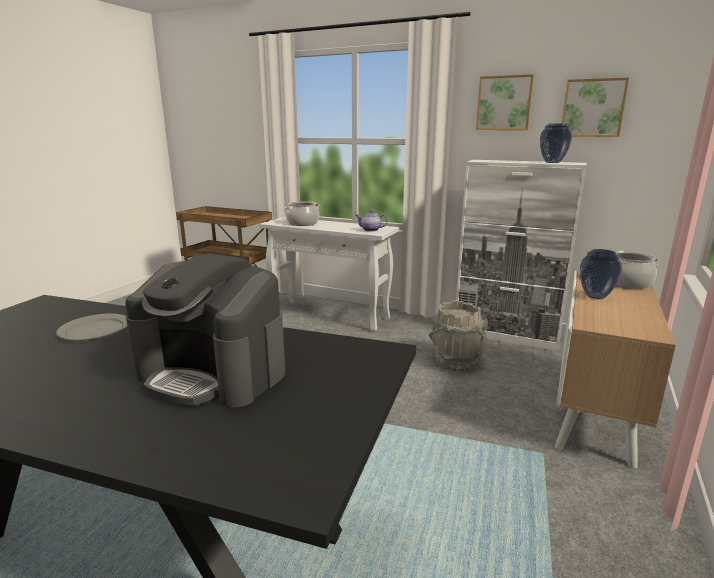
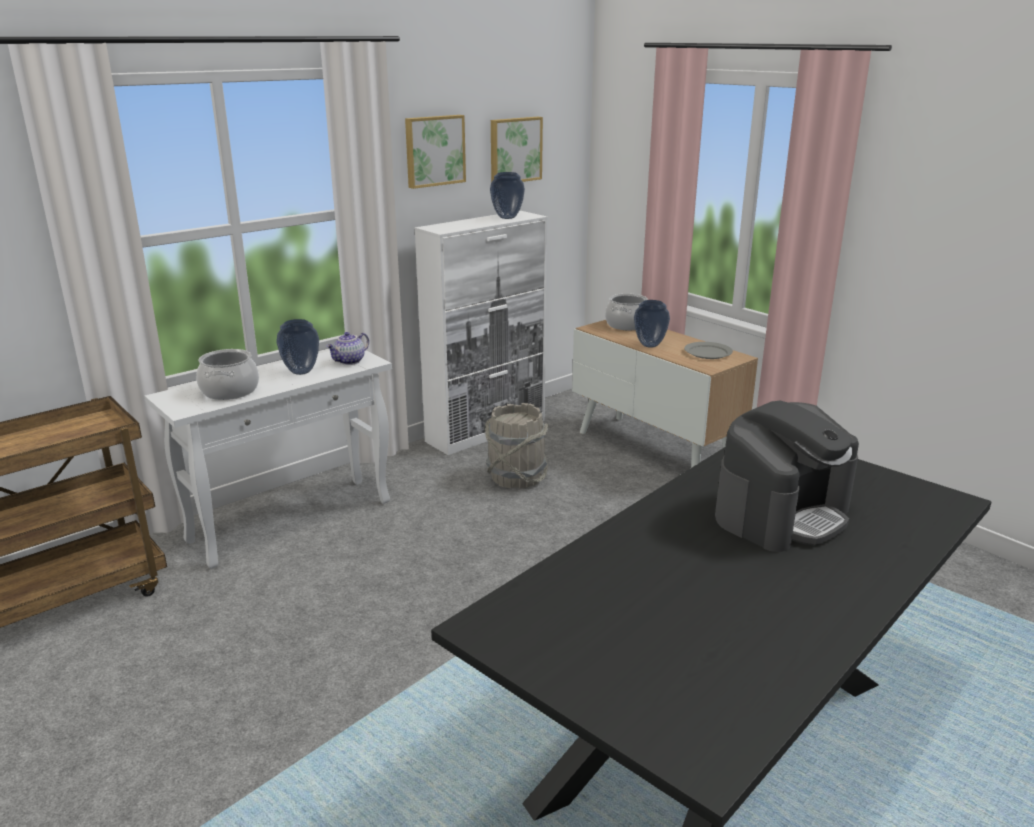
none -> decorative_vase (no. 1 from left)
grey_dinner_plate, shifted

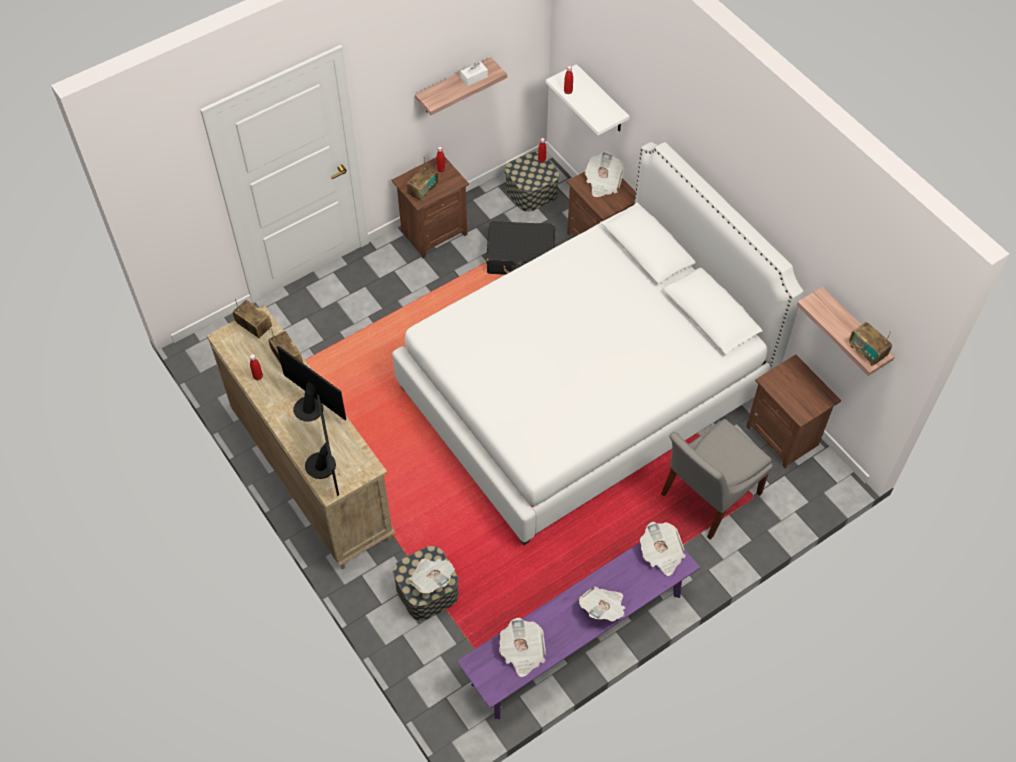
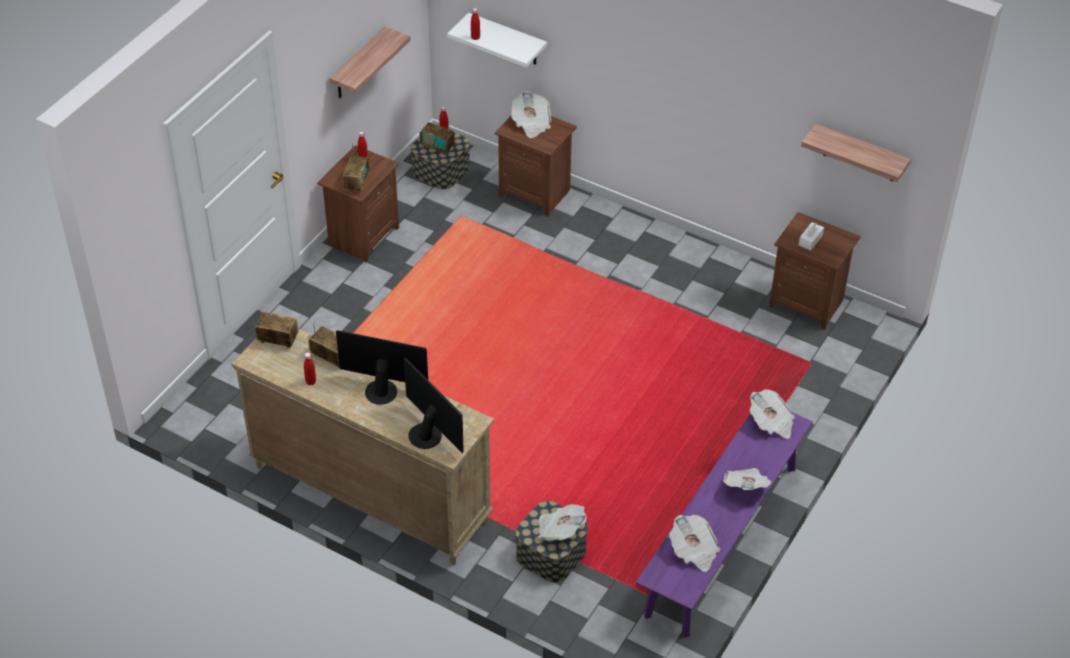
radio (no. 4 from left), shifted
whitish_box_of_tissues, shifted
whitish_bedroom_bed -> none
black_piece_of_luggage -> none
grey_upright_chair -> none

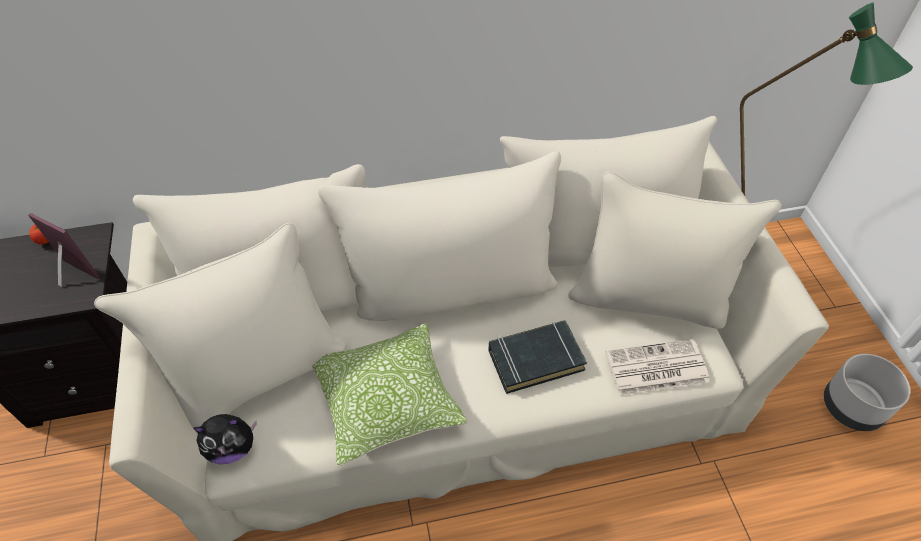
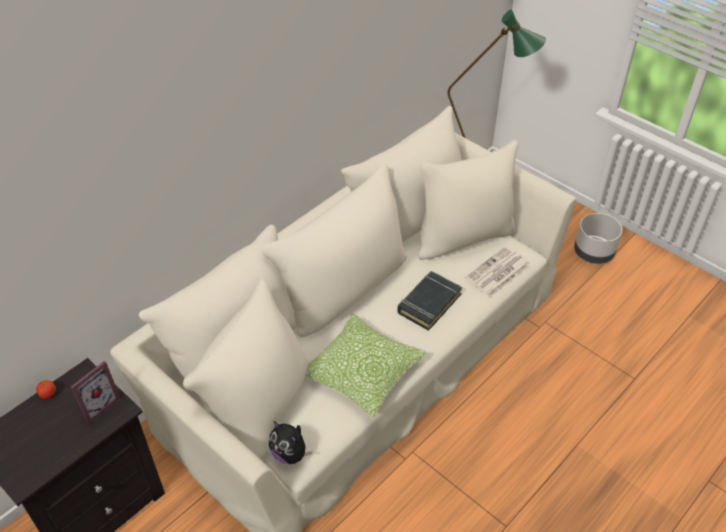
photo_frame, 135 degrees clockwise
plush_toy, 90 degrees clockwise

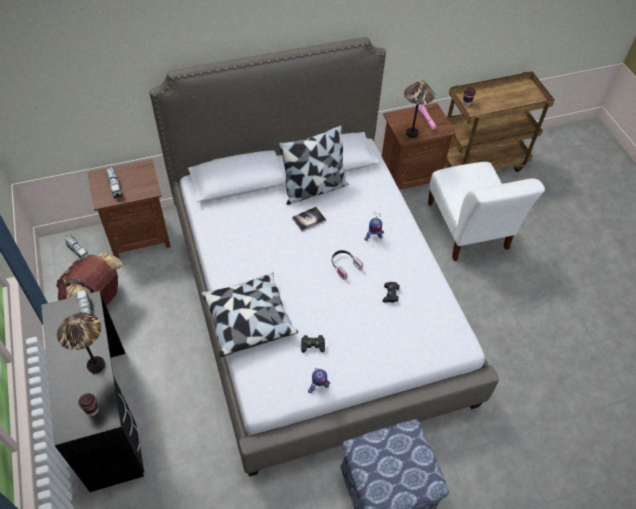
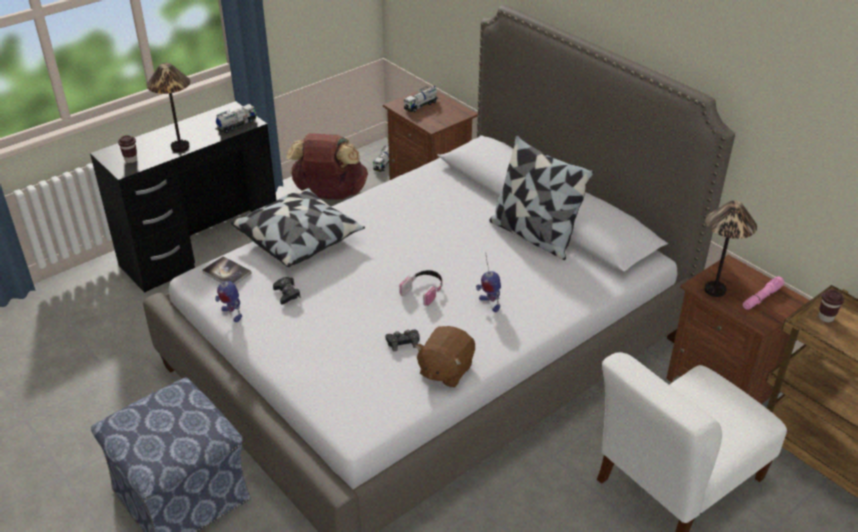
volume, shifted
none -> brownish_plush_toy

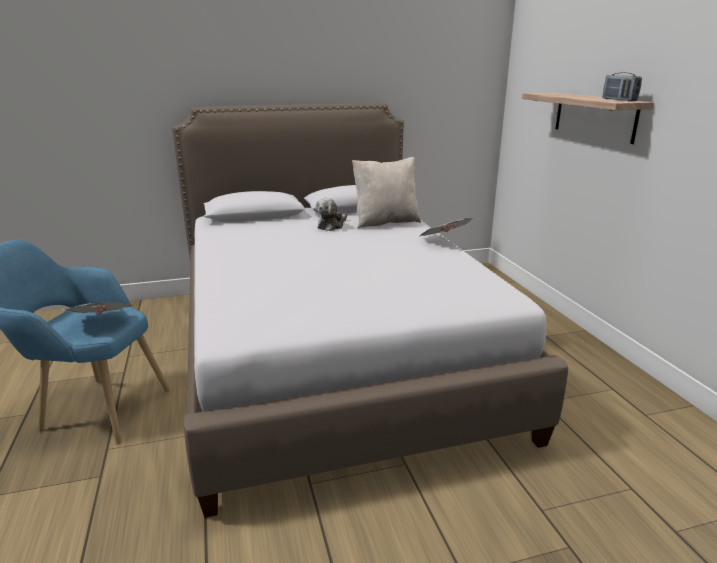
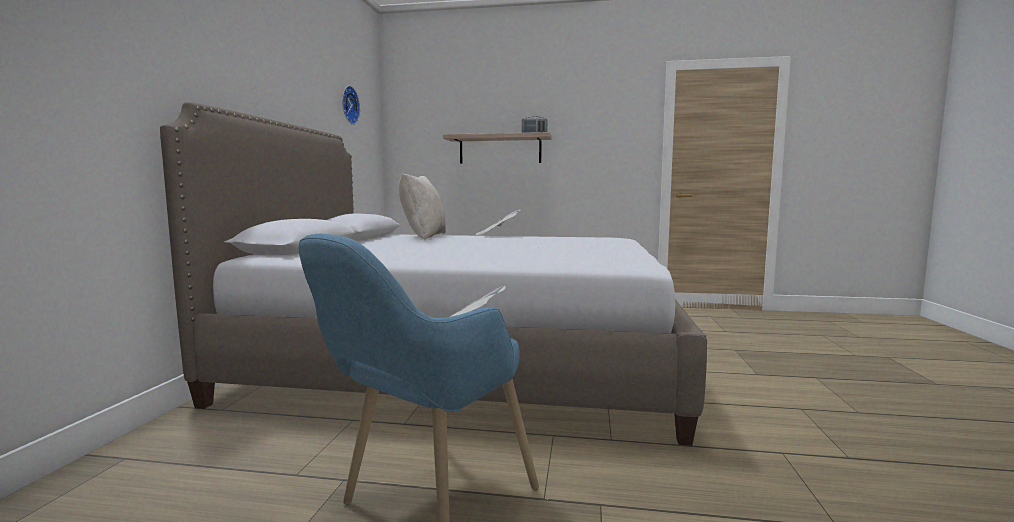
none -> clock_on_the_wall
plush_toy -> none

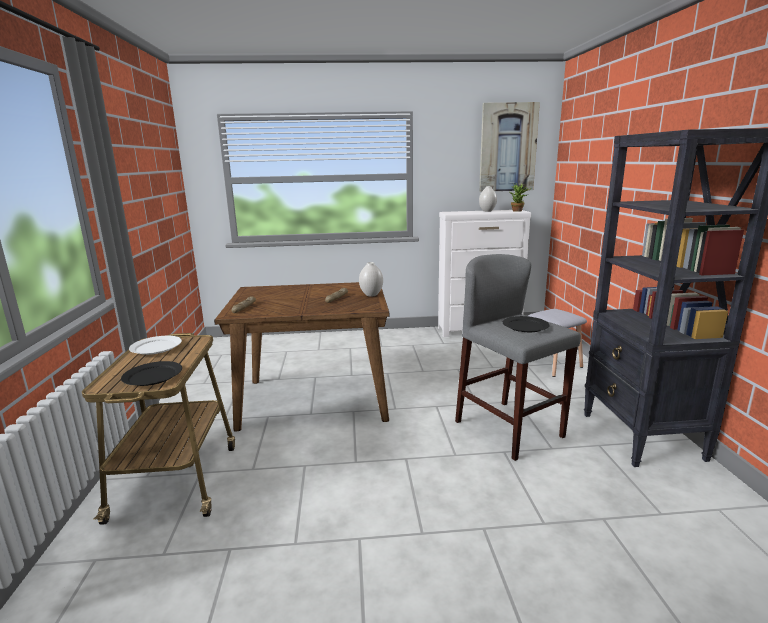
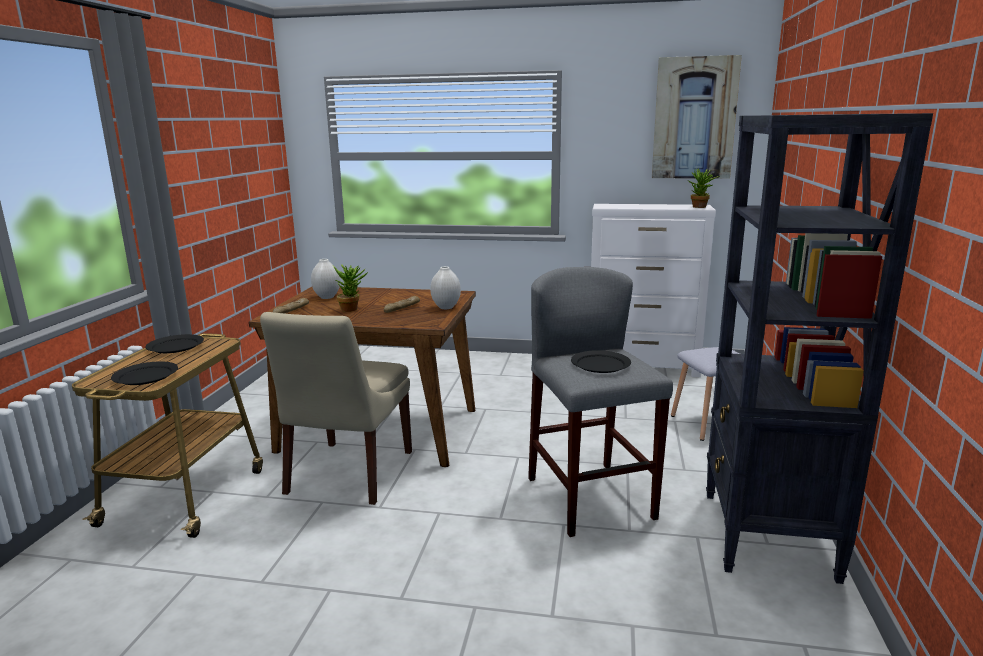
whitish_dinner_plate -> black_dinner_plate (no. 2 from left)
none -> beige-coloured_upright_chair
whitish_decorative_vase (no. 2 from left in the first image) -> whitish_decorative_vase (no. 1 from left), shifted
none -> houseplant (no. 1 from left)

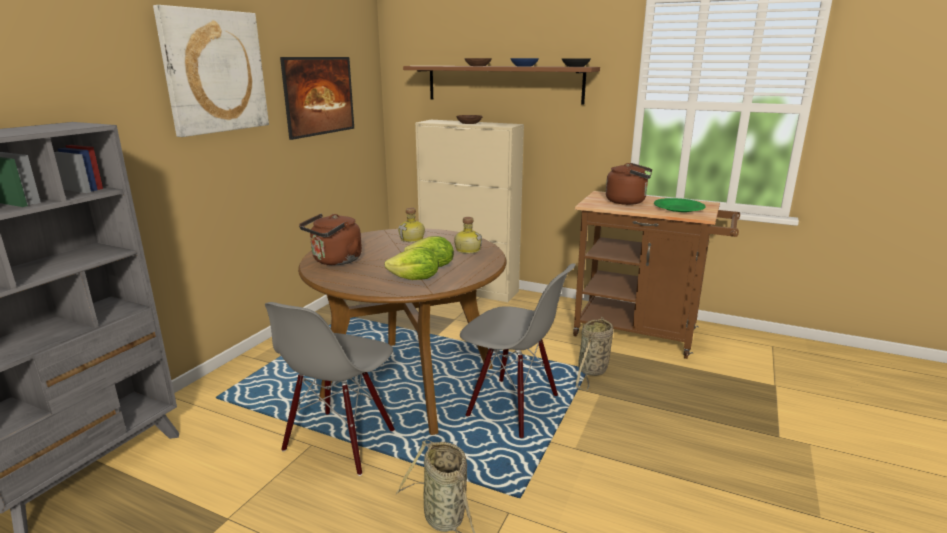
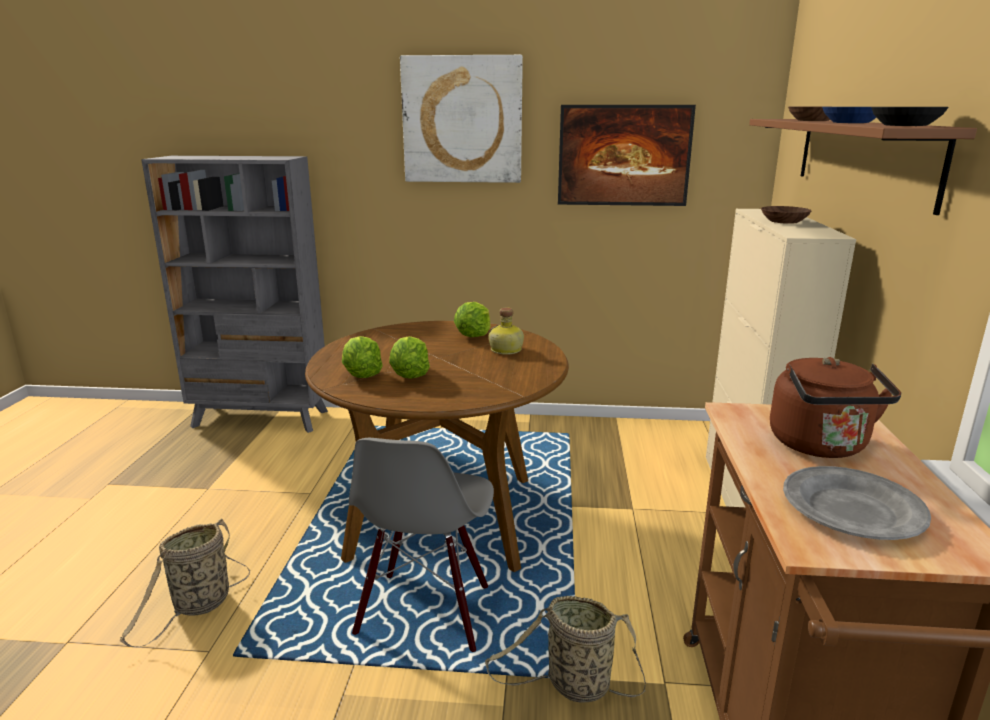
none -> lettuce_head (no. 3 from left)
green_dinner_plate -> grey_dinner_plate
grey_upright_chair (no. 1 from left) -> none
brownish_water_kettle (no. 1 from left) -> none
beverage_bottle (no. 2 from left) -> none

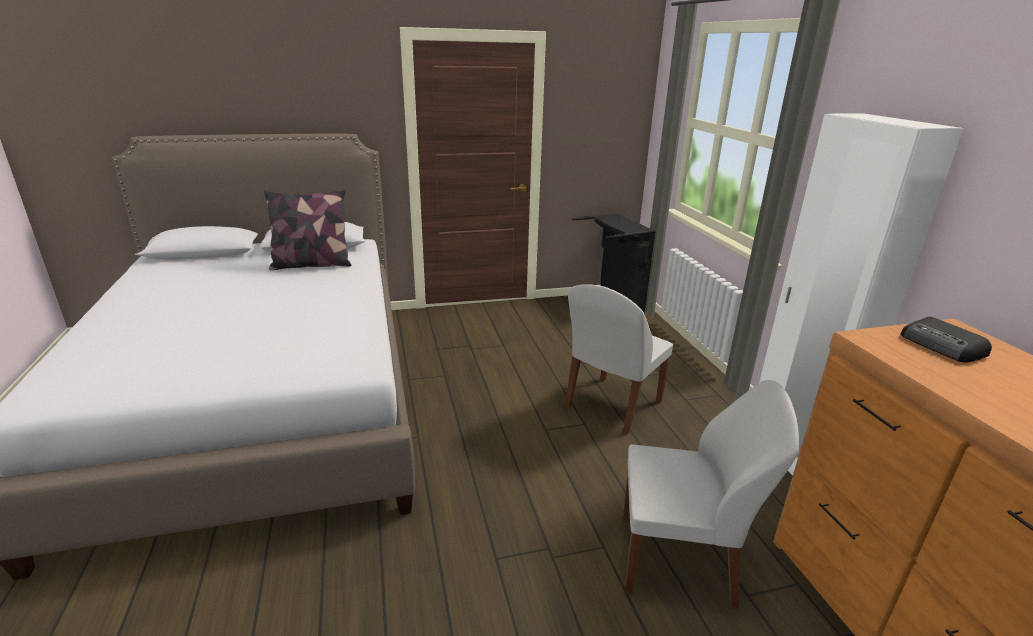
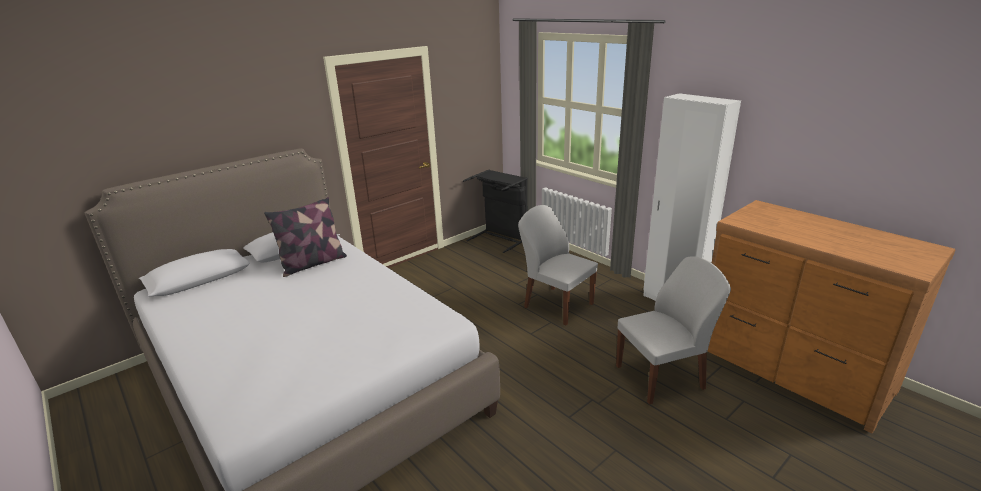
whitish_upright_chair (no. 1 from left), 120 degrees clockwise
radio -> none

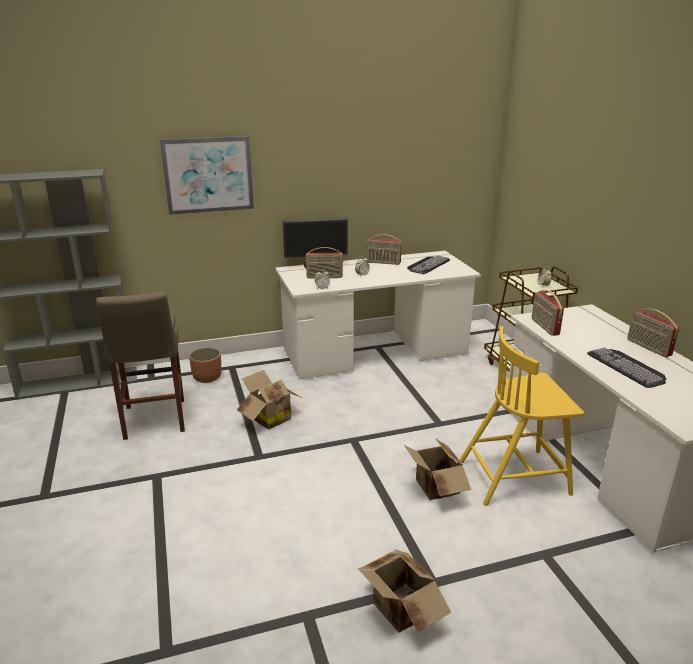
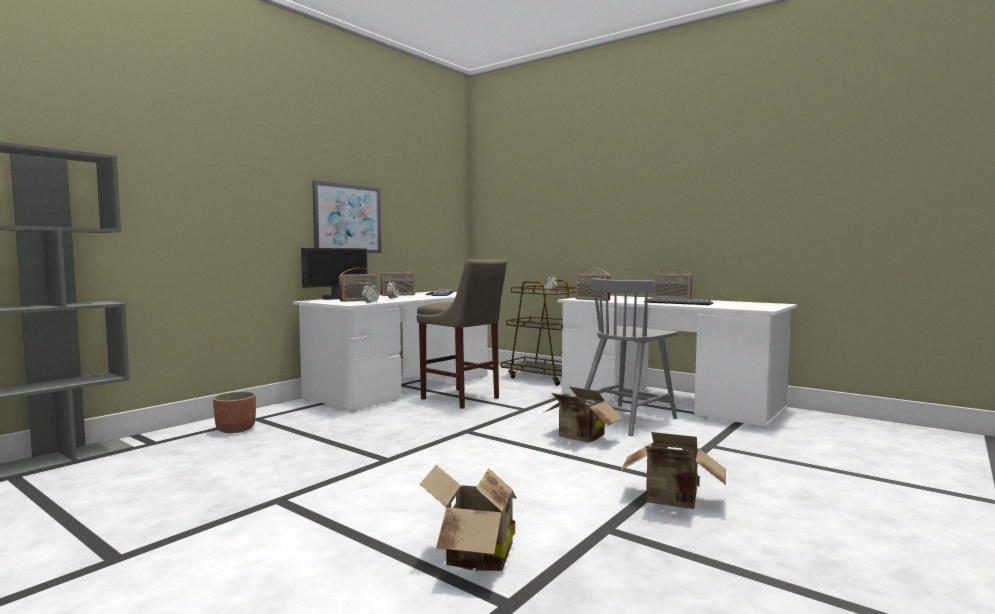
wall_art, shifted
beige-coloured_stool, shifted
cardboard_box (no. 1 from left), shifted
yellow-coloured_upright_chair -> grey_upright_chair

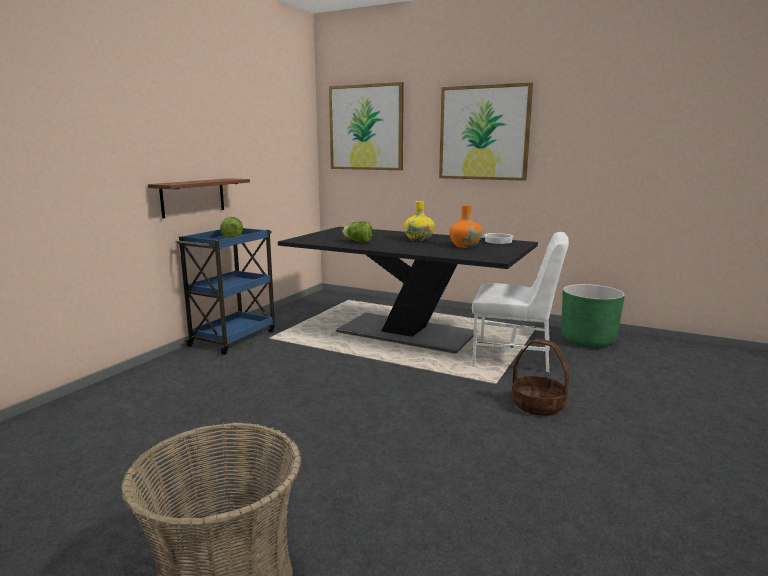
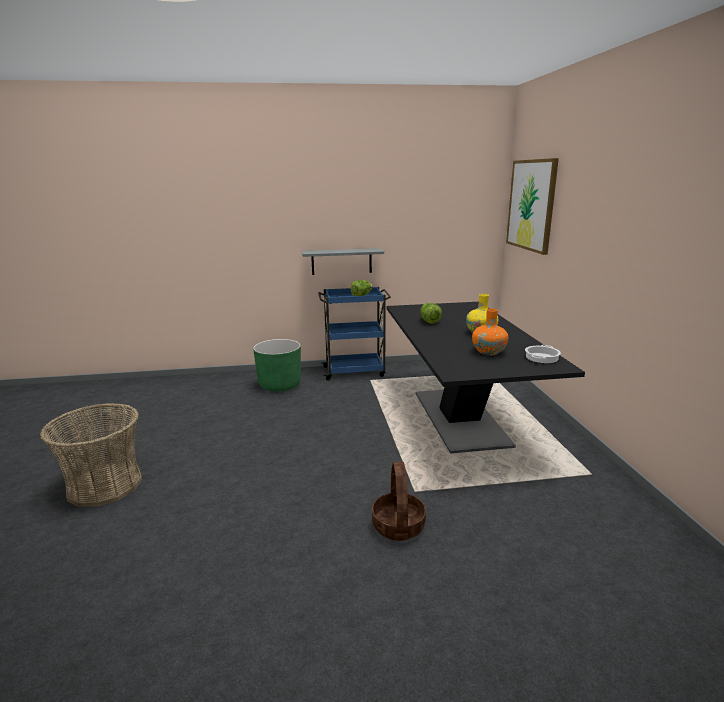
green_flower_pot, shifted
brownish_bracket_shelf -> grey_bracket_shelf
wall_art (no. 2 from left) -> none
whitish_upright_chair -> none

